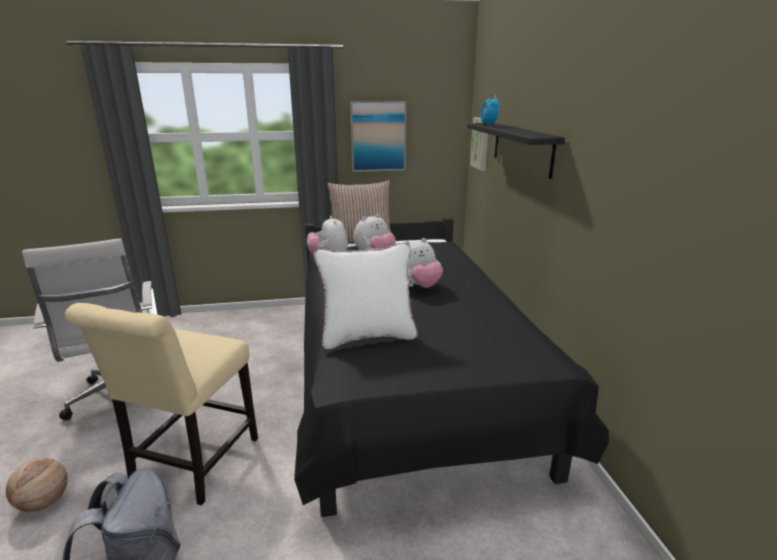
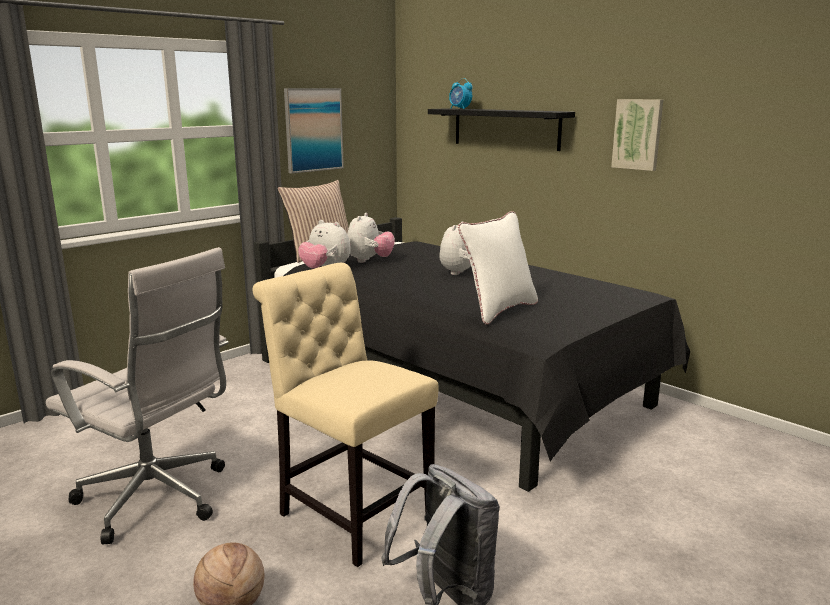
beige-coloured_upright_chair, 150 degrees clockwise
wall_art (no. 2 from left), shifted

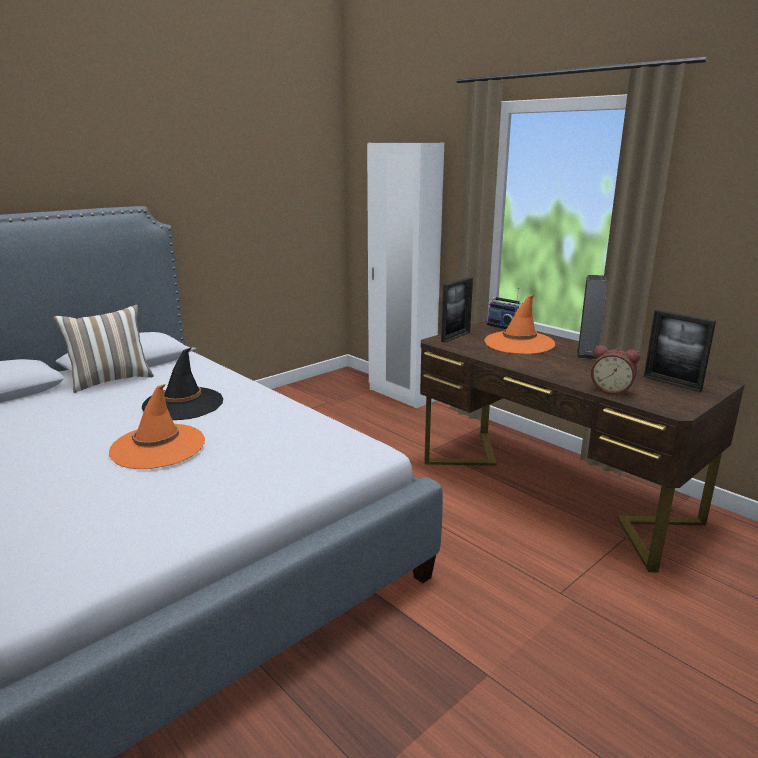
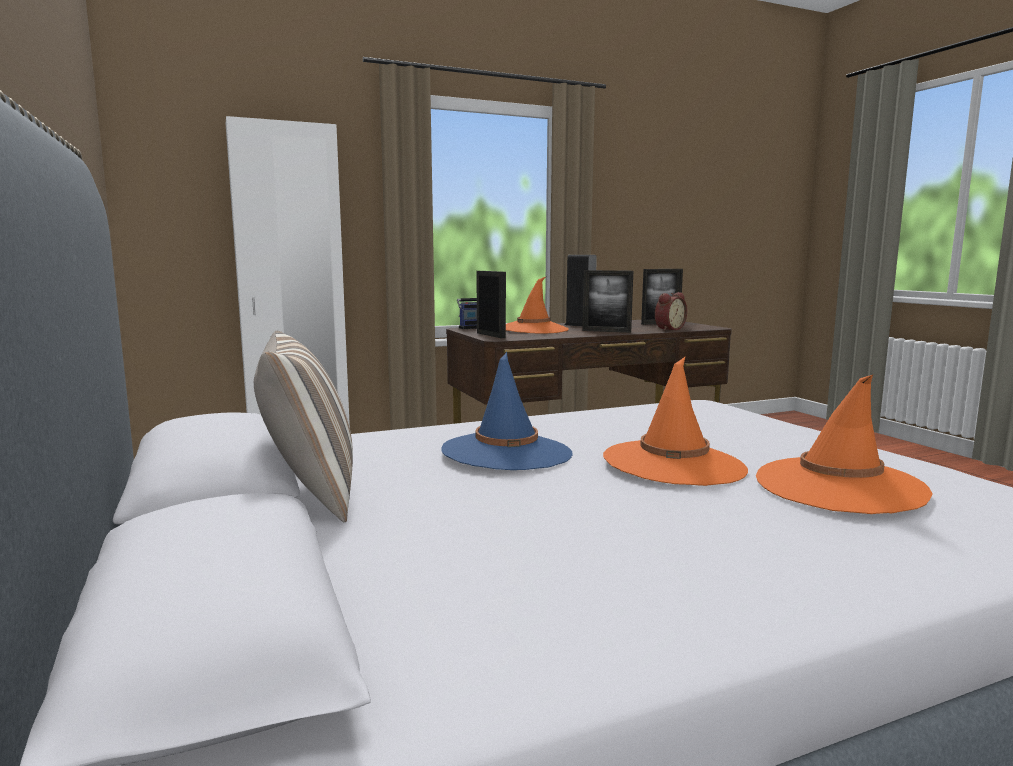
black_hat -> bluish_hat
none -> photo_frame (no. 2 from left)
none -> orange-coloured_hat (no. 3 from left)

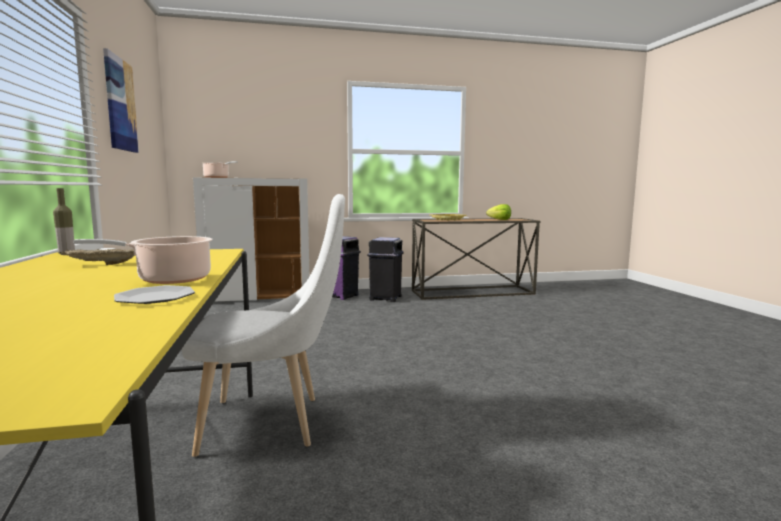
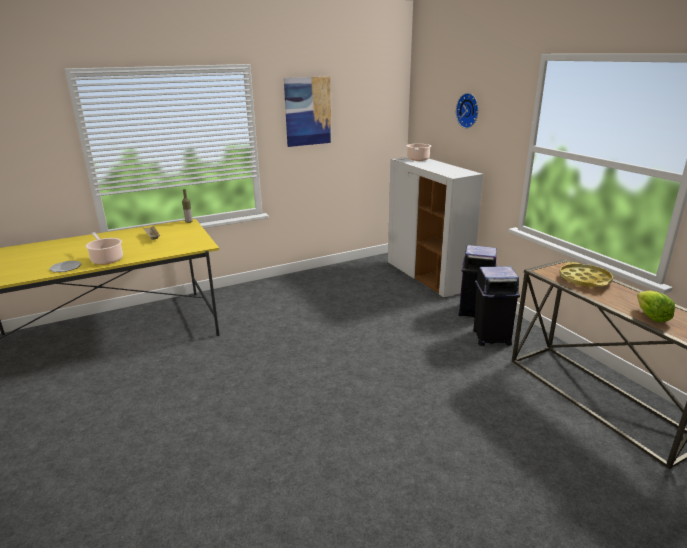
none -> clock_on_the_wall
whitish_upright_chair -> none

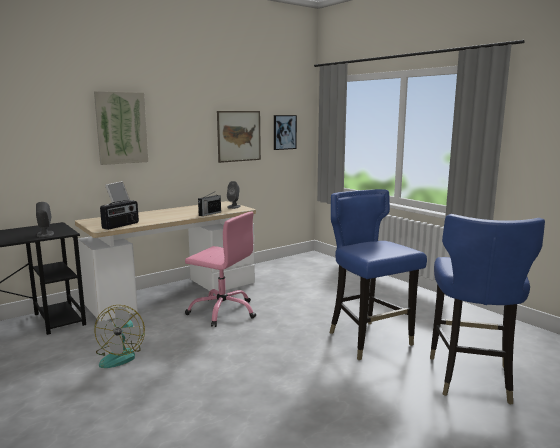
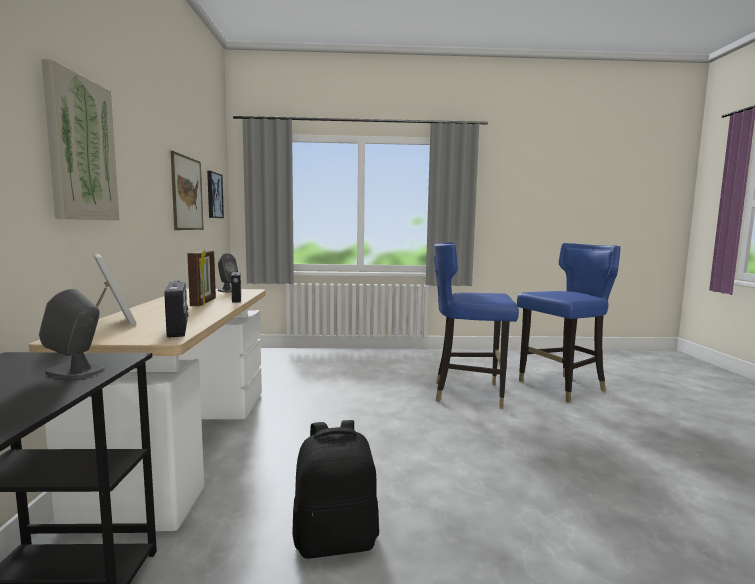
none -> photo_frame (no. 2 from left)
cooling_fan -> black_knapsack
bluish_upright_chair (no. 2 from left), 75 degrees counterclockwise
pinkish_office_chair -> none

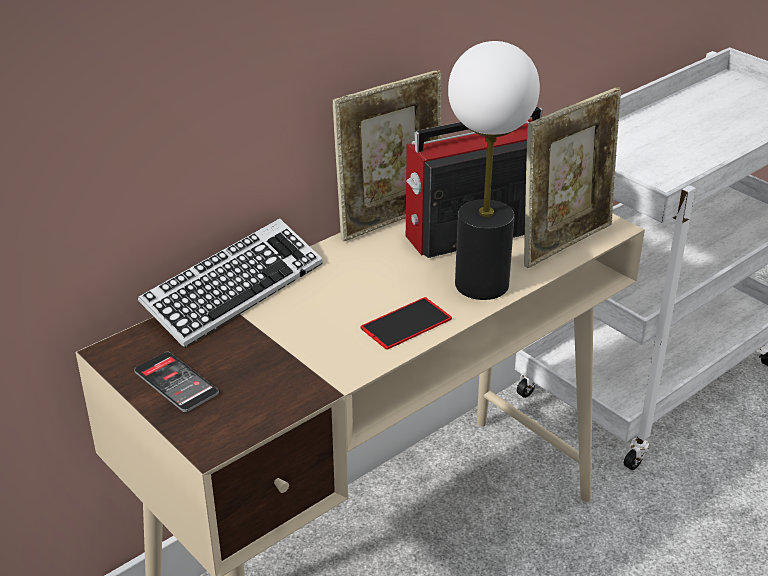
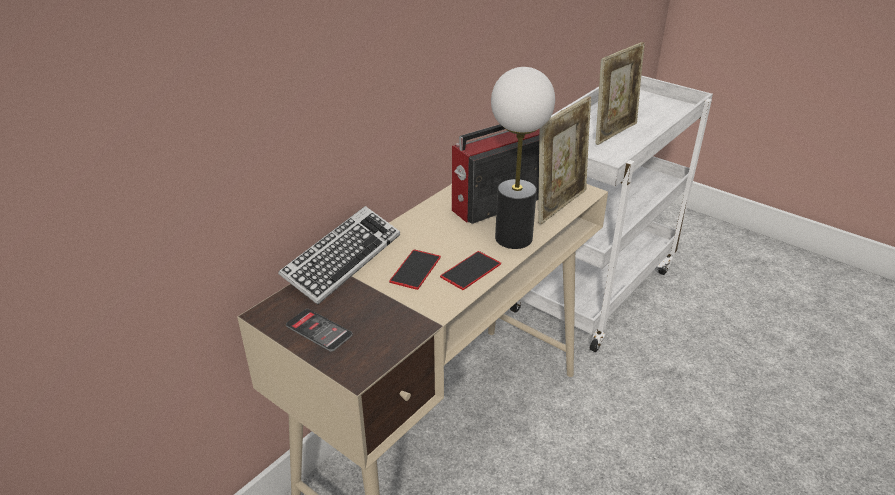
none -> telephone (no. 2 from left)
photo_frame (no. 1 from left in the first image) -> photo_frame (no. 2 from left), shifted

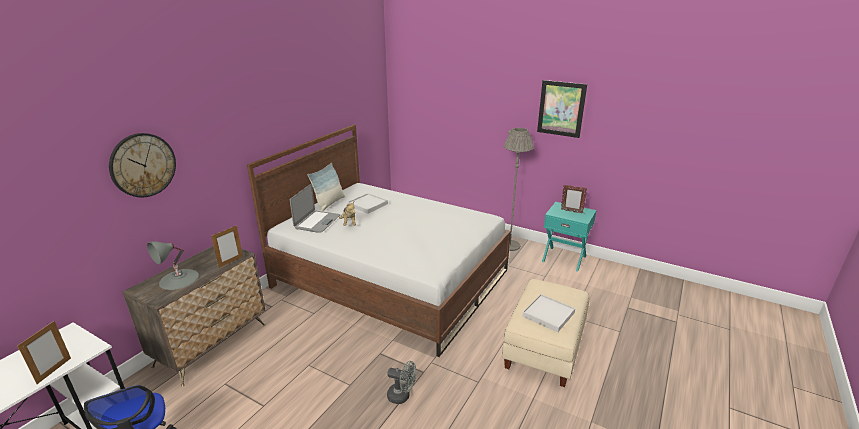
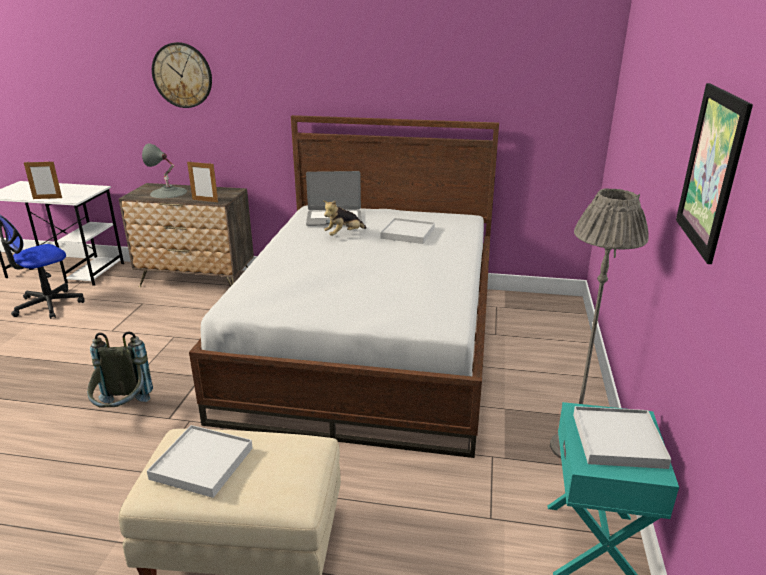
grey_cooling_fan -> grey_knapsack
photo_frame (no. 3 from left) -> whitish_tray (no. 3 from left)
throw_pillow -> none

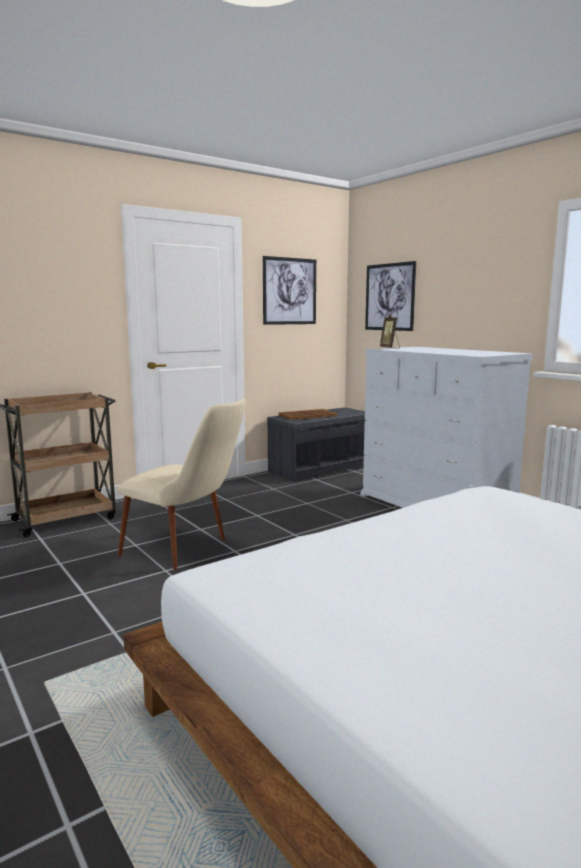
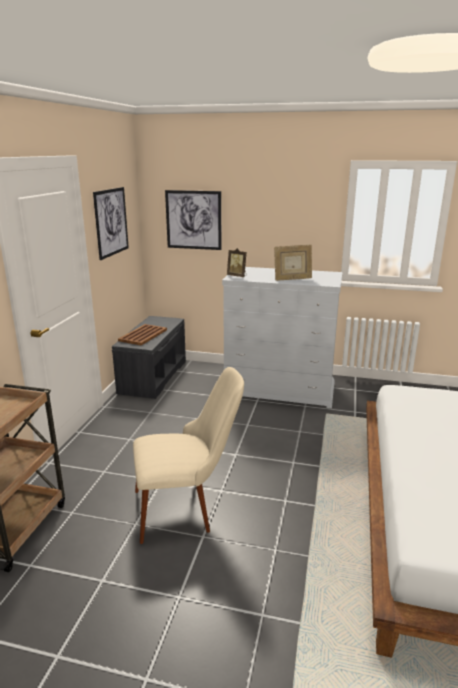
none -> photo_frame (no. 2 from left)

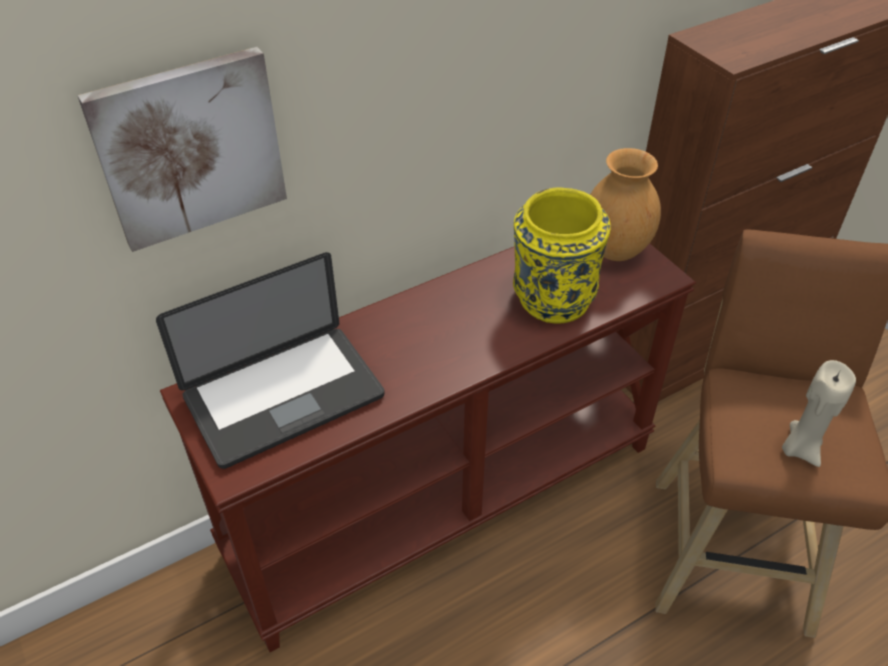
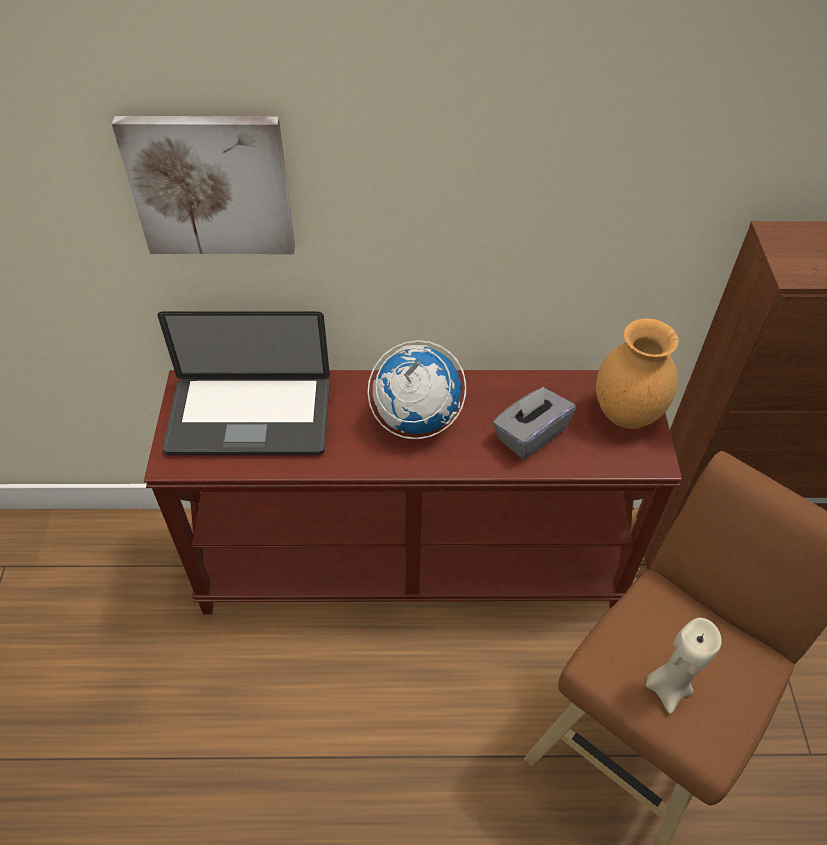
none -> globe
yellow-coloured_decorative_vase -> grey_box_of_tissues

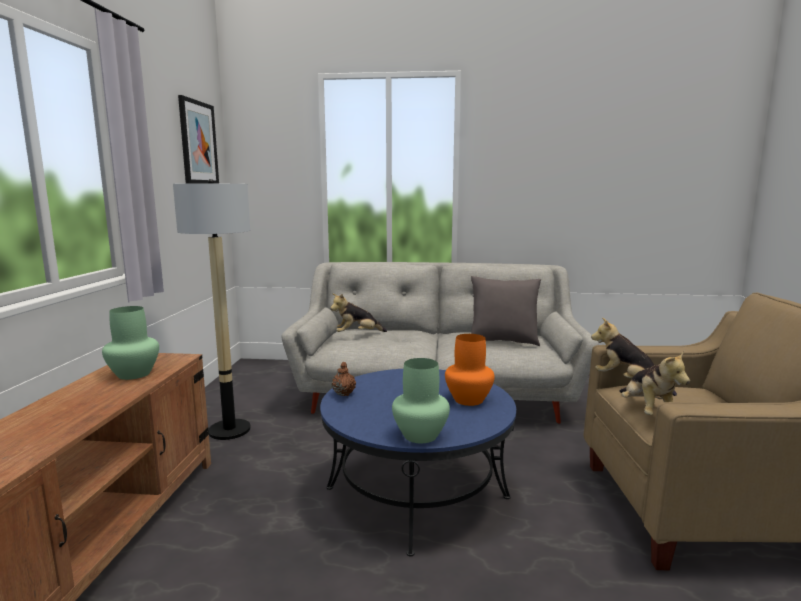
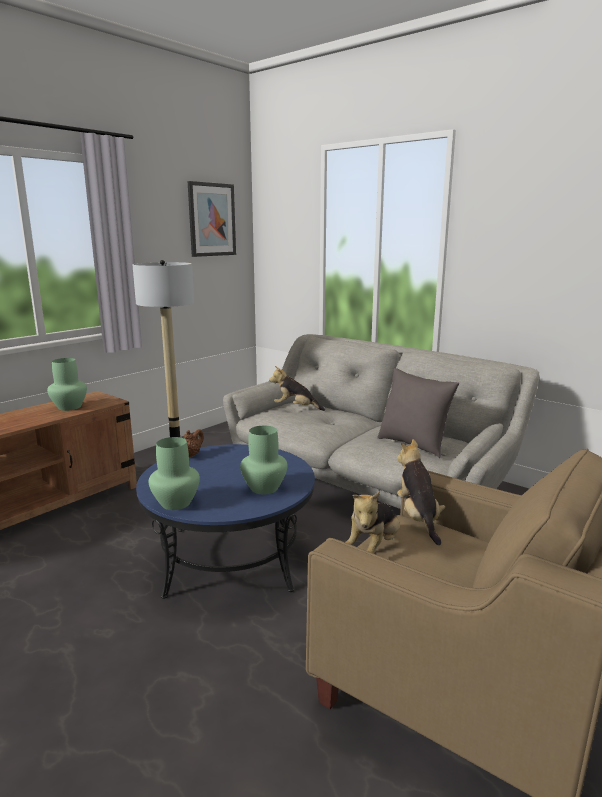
orange-coloured_decorative_vase -> green_decorative_vase (no. 3 from left)

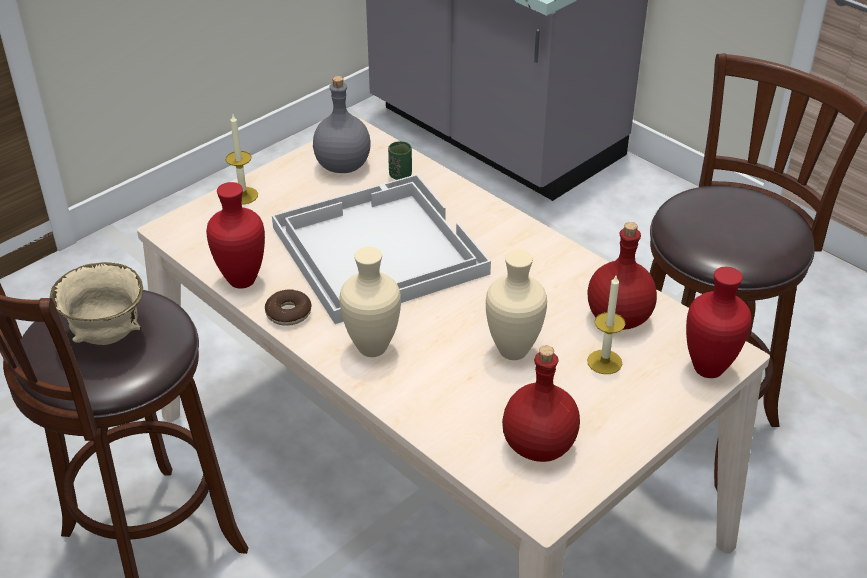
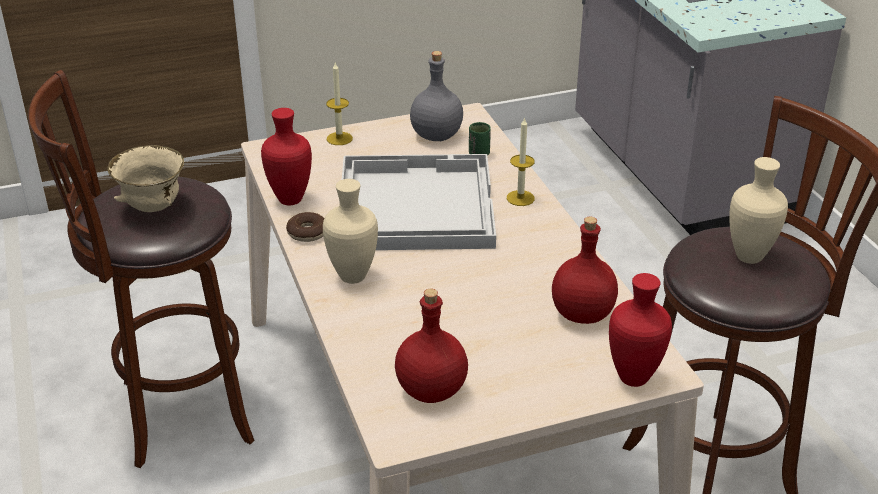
wax_light (no. 2 from left), shifted
beige-coloured_decorative_vase (no. 2 from left), shifted

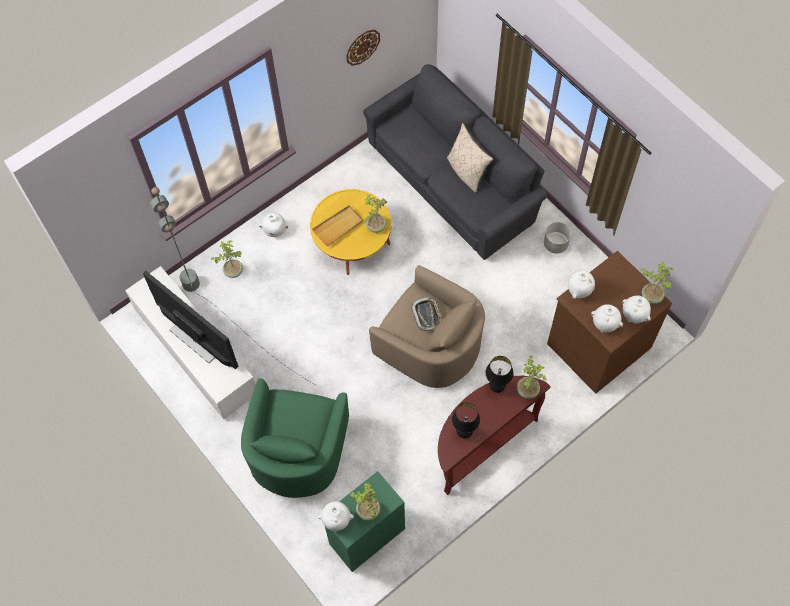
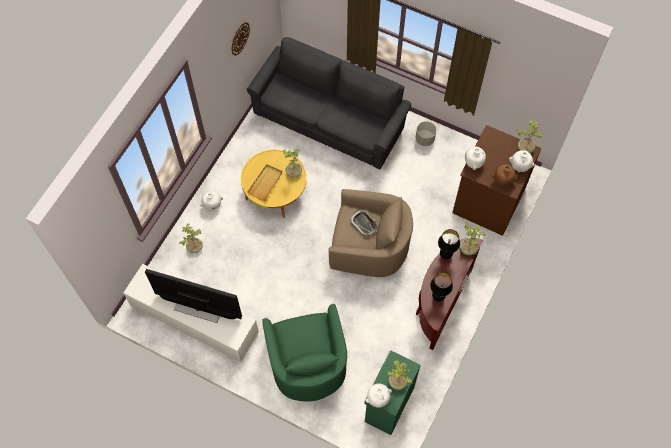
whitish_decorative_vase (no. 4 from left) -> brownish_decorative_vase
grey_standard_lamp -> none
beige-coloured_throw_pillow -> none

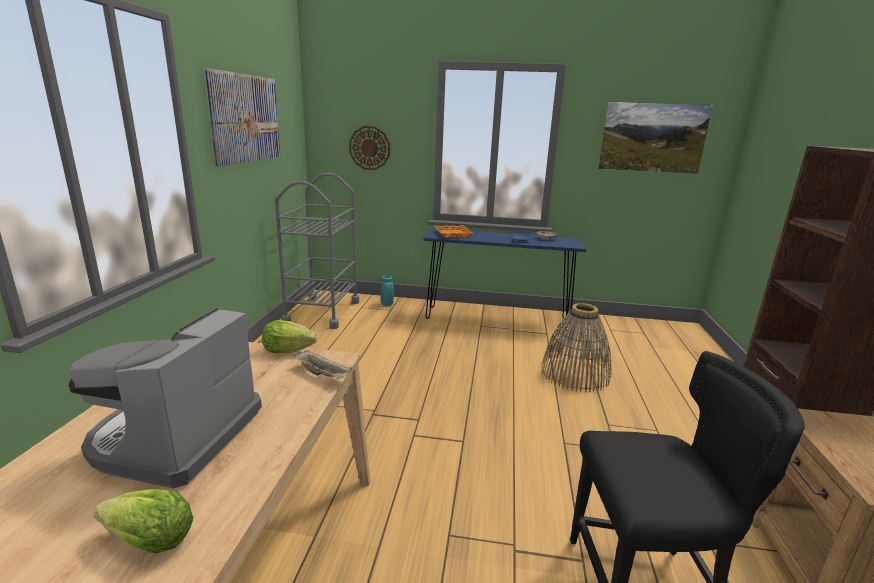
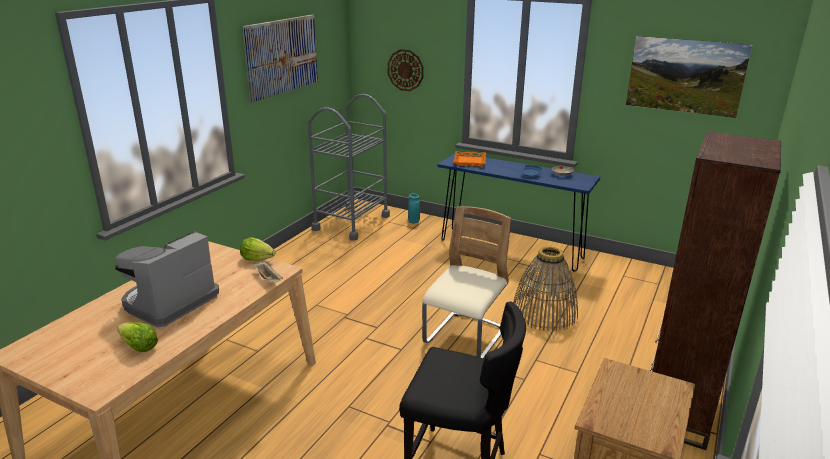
none -> beige-coloured_upright_chair

